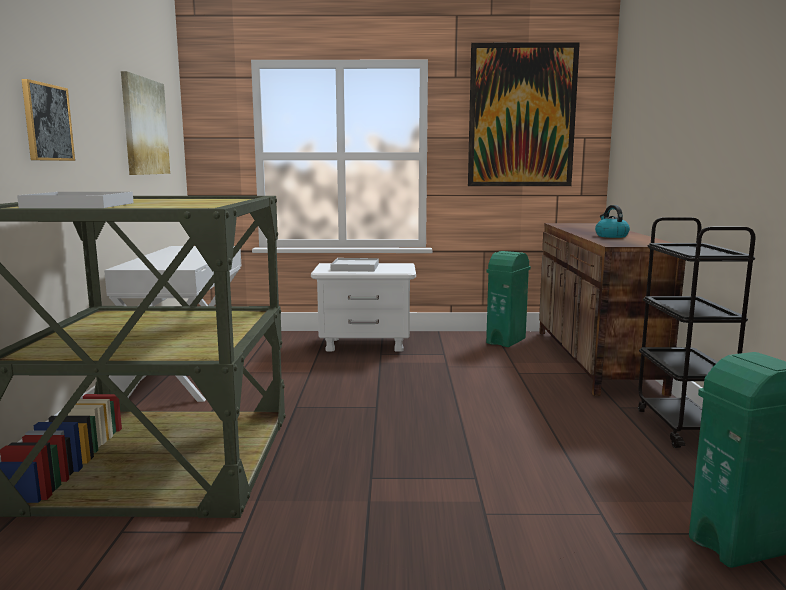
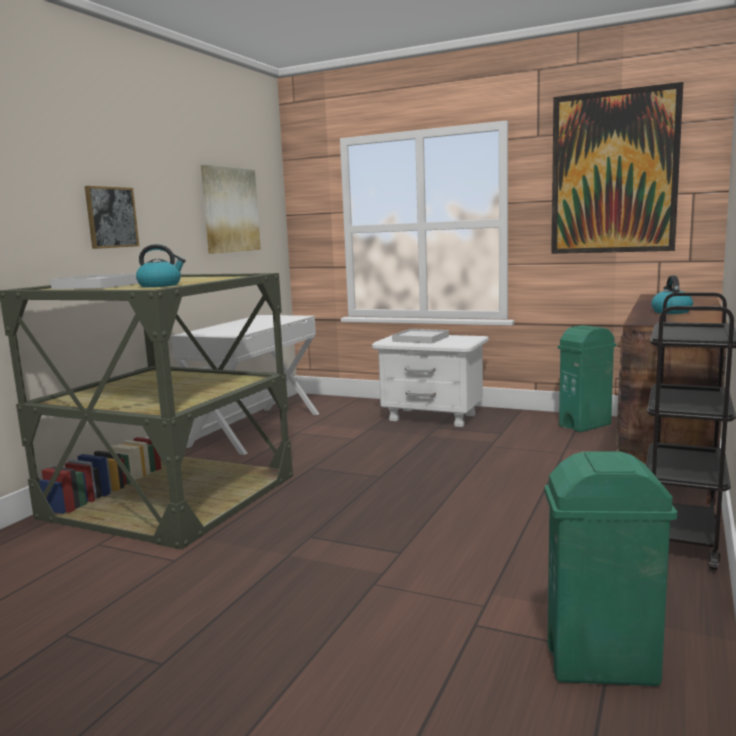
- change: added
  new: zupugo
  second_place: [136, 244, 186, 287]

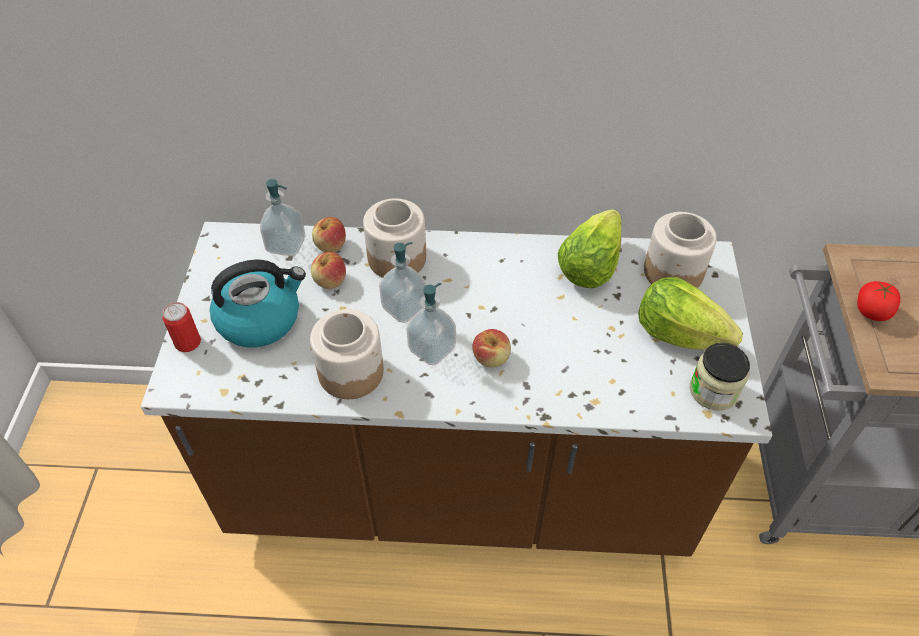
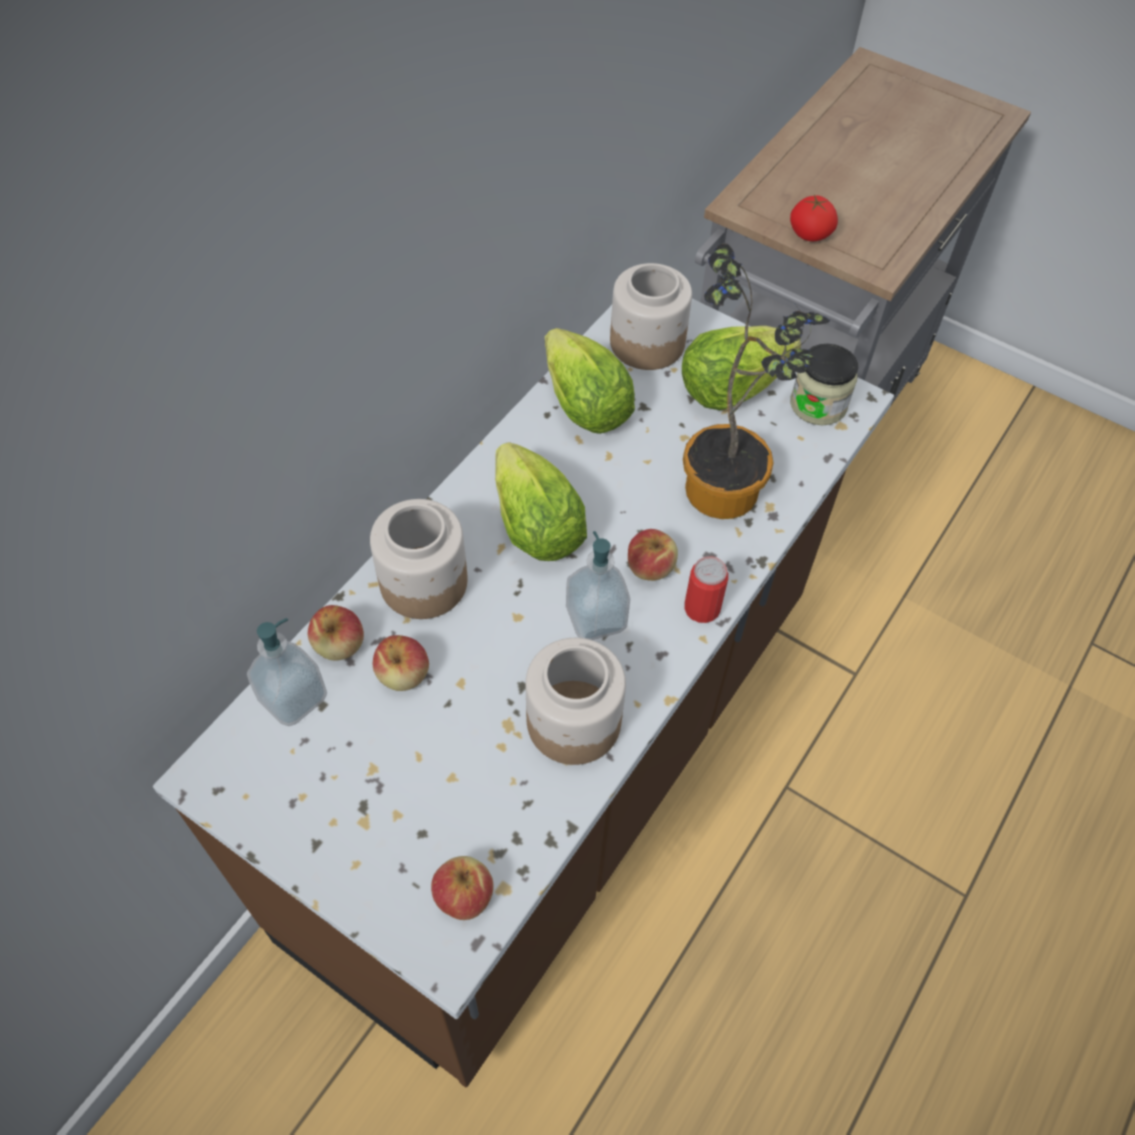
- change: removed
  old: zupugo
  first_place: [210, 259, 306, 348]
- change: removed
  old: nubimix
  first_place: [379, 242, 426, 323]
- change: added
  new: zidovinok
  second_place: [431, 856, 494, 920]
- change: added
  new: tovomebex
  second_place: [495, 442, 587, 561]
- change: added
  new: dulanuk
  second_place: [683, 243, 830, 519]
- change: moved
  old: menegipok
  first_place: [162, 302, 201, 352]
  second_place: [684, 556, 728, 623]

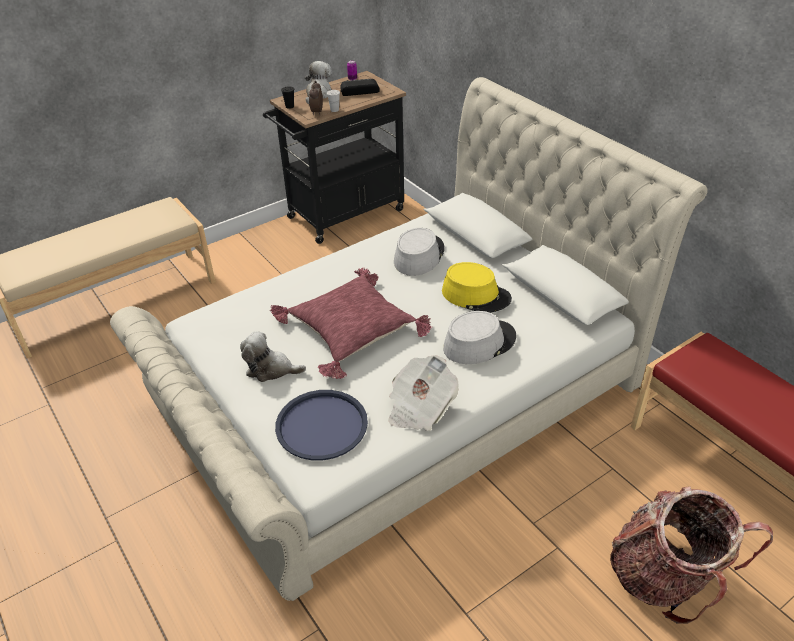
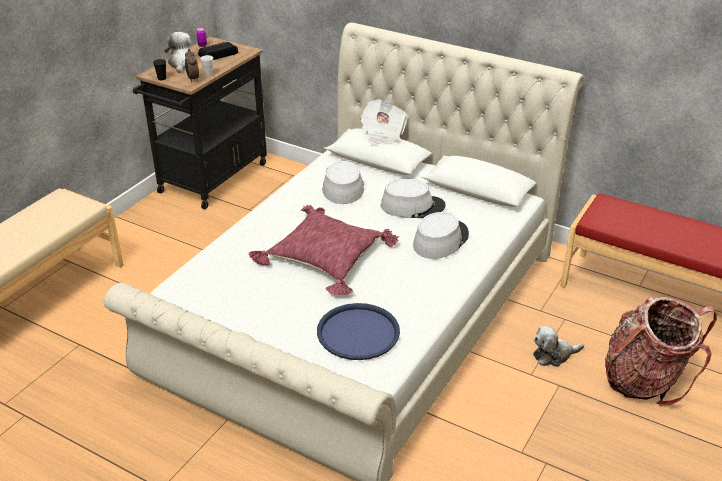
- change: moved
  old: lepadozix
  first_place: [240, 331, 306, 382]
  second_place: [533, 326, 584, 367]
- change: moved
  old: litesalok
  first_place: [388, 355, 459, 431]
  second_place: [360, 99, 409, 144]
- change: recoloured
  old: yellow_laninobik
  new: grey_laninobik
  first_place: [442, 262, 512, 313]
  second_place: [381, 179, 446, 218]

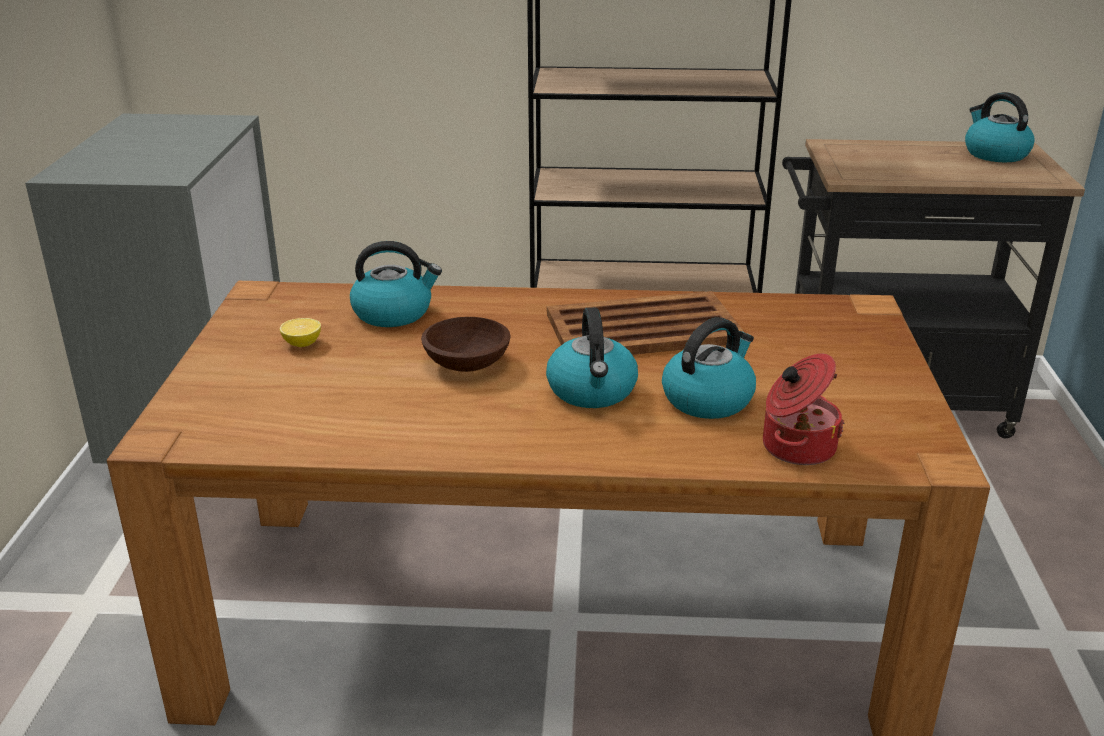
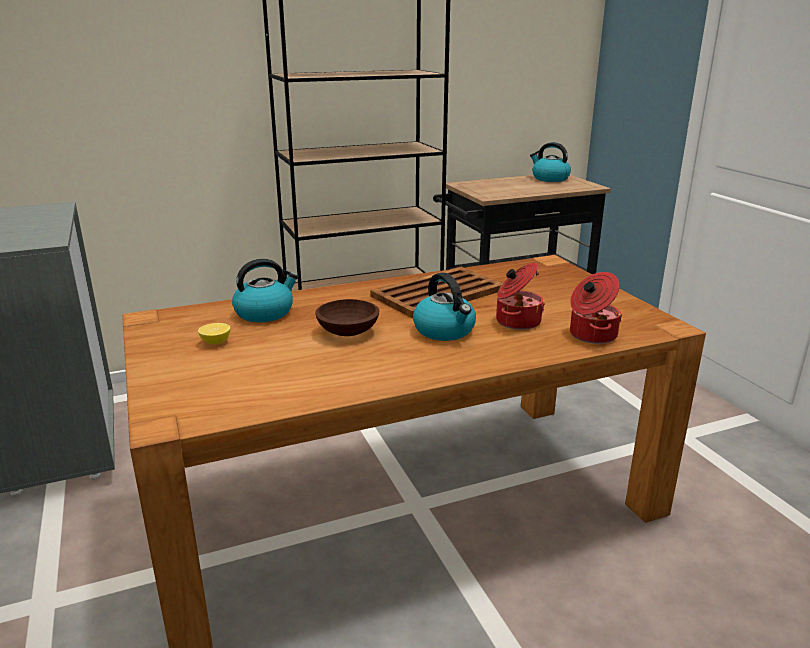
- change: replaced
  old: zupugo
  new: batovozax
  first_place: [662, 317, 756, 419]
  second_place: [496, 263, 545, 330]

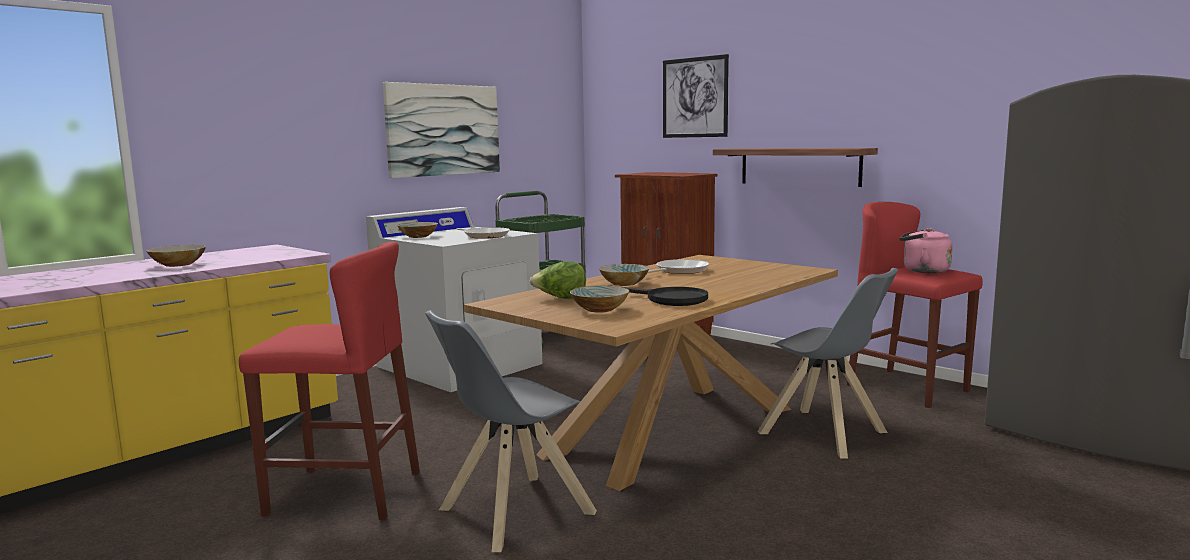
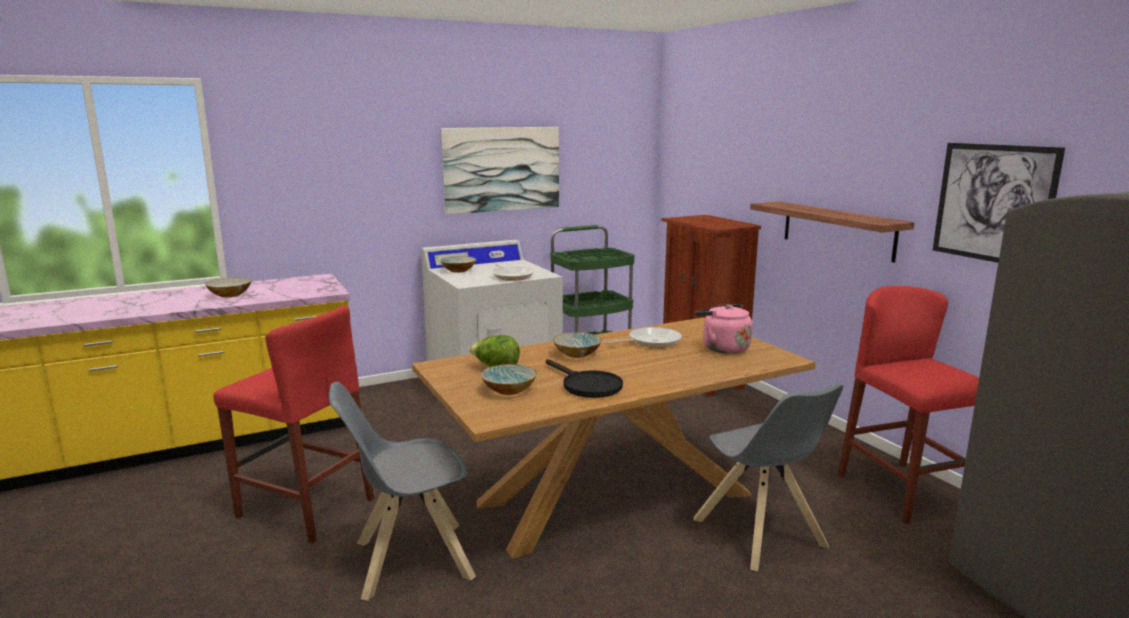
- change: moved
  old: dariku
  first_place: [663, 54, 729, 138]
  second_place: [933, 143, 1065, 263]
- change: moved
  old: pink_zupugo
  first_place: [900, 228, 953, 273]
  second_place: [695, 304, 752, 354]

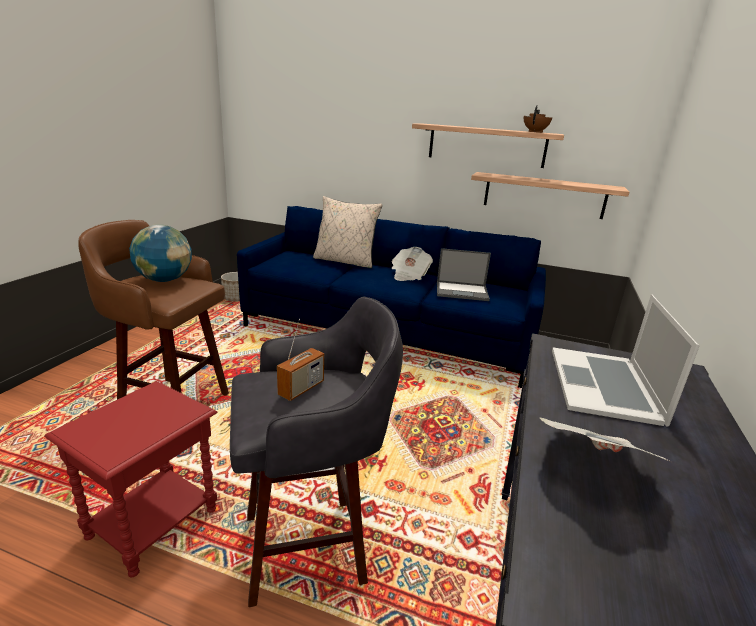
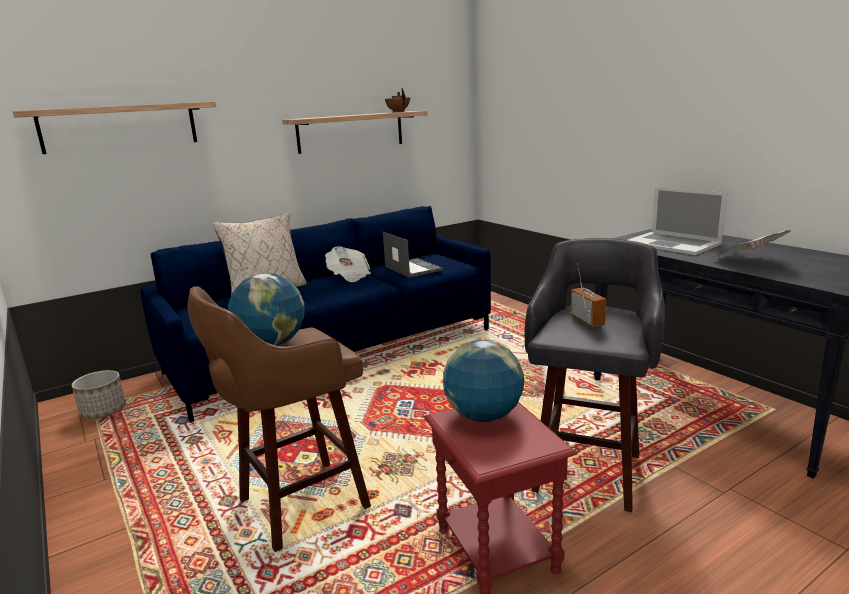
- change: added
  new: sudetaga
  second_place: [443, 340, 524, 422]
- change: moved
  old: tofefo
  first_place: [471, 172, 630, 219]
  second_place: [13, 102, 216, 154]
- change: turned
  old: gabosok
  first_place: [437, 248, 491, 301]
  second_place: [383, 232, 443, 278]
  degrees: -75

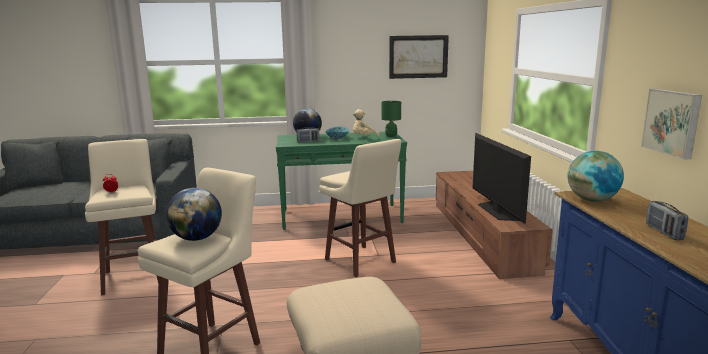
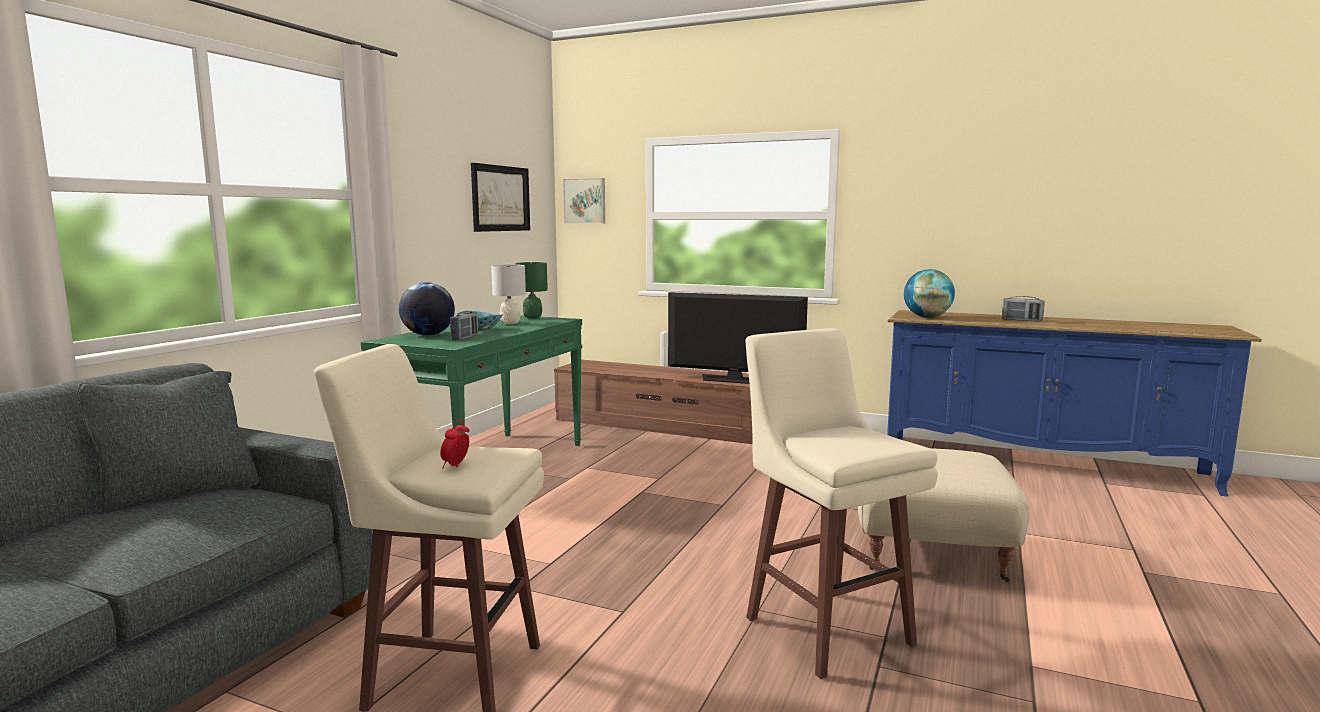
- change: removed
  old: sudetaga
  first_place: [166, 188, 222, 241]
- change: removed
  old: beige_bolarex
  first_place: [319, 139, 402, 277]
- change: moved
  old: dariku
  first_place: [641, 89, 702, 160]
  second_place: [563, 178, 605, 224]
- change: replaced
  old: beige_lepadozix
  new: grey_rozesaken
  first_place: [353, 109, 380, 137]
  second_place: [491, 265, 526, 324]

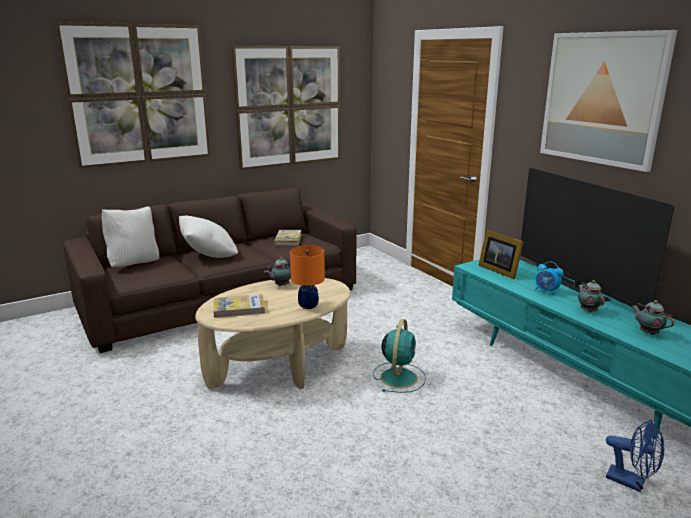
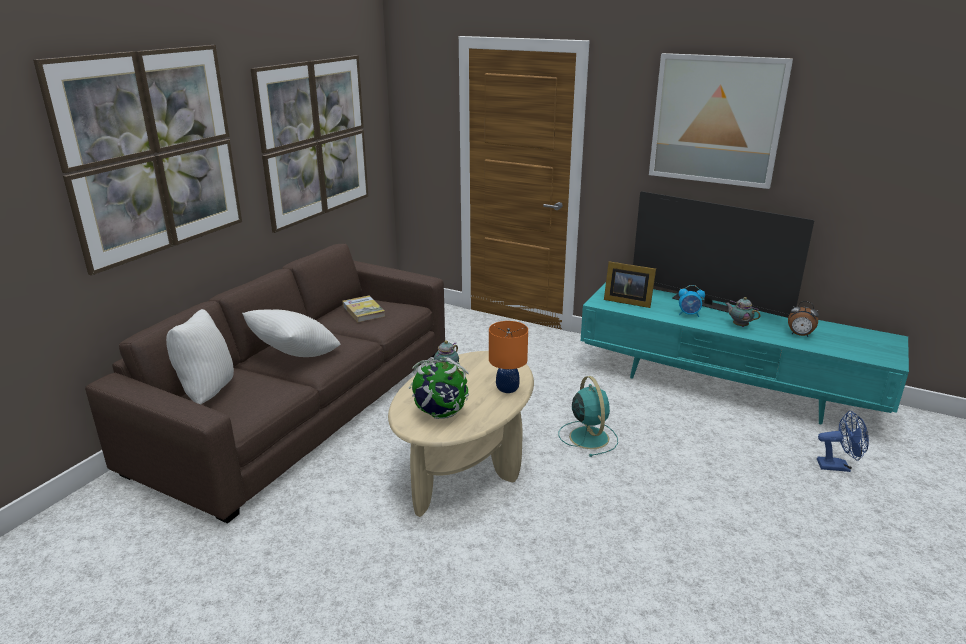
- change: replaced
  old: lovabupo
  new: sudetaga
  first_place: [213, 294, 265, 318]
  second_place: [409, 357, 469, 419]
- change: replaced
  old: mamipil
  new: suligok
  first_place: [631, 300, 674, 335]
  second_place: [788, 301, 819, 337]

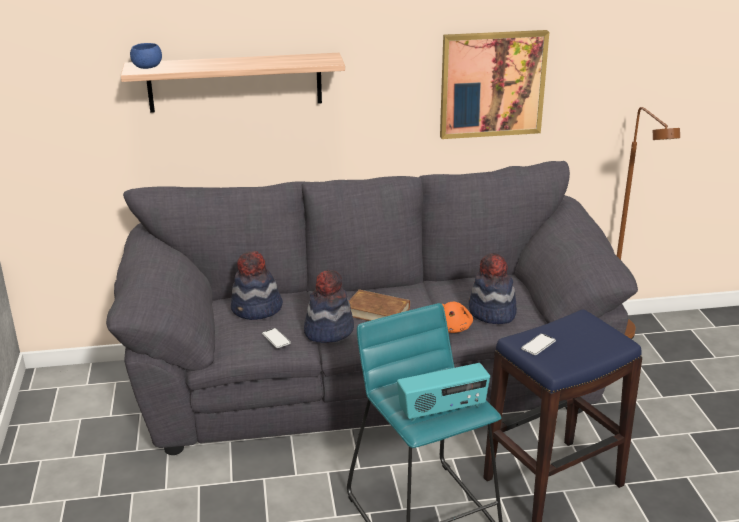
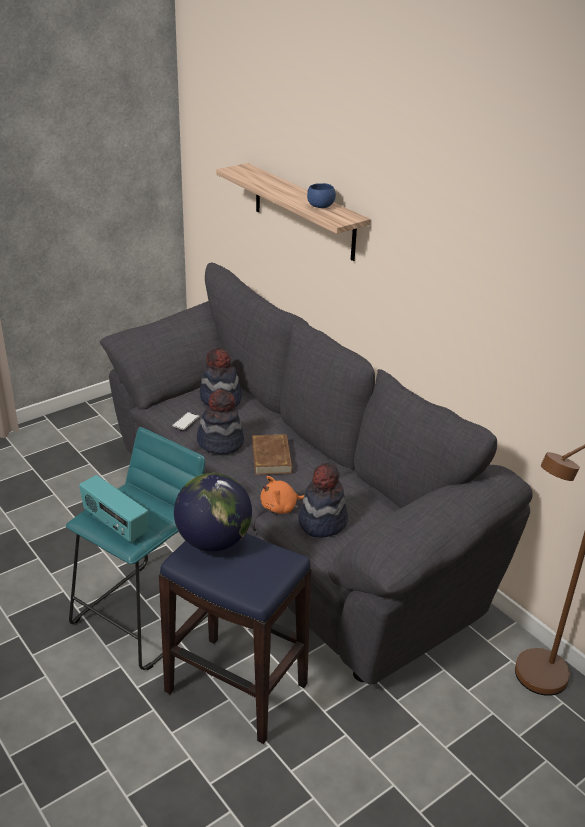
- change: removed
  old: dariku
  first_place: [440, 30, 549, 139]
- change: moved
  old: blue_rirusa
  first_place: [130, 43, 162, 69]
  second_place: [307, 183, 336, 208]
- change: replaced
  old: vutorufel
  new: sudetaga
  first_place: [521, 334, 556, 355]
  second_place: [174, 473, 252, 551]

